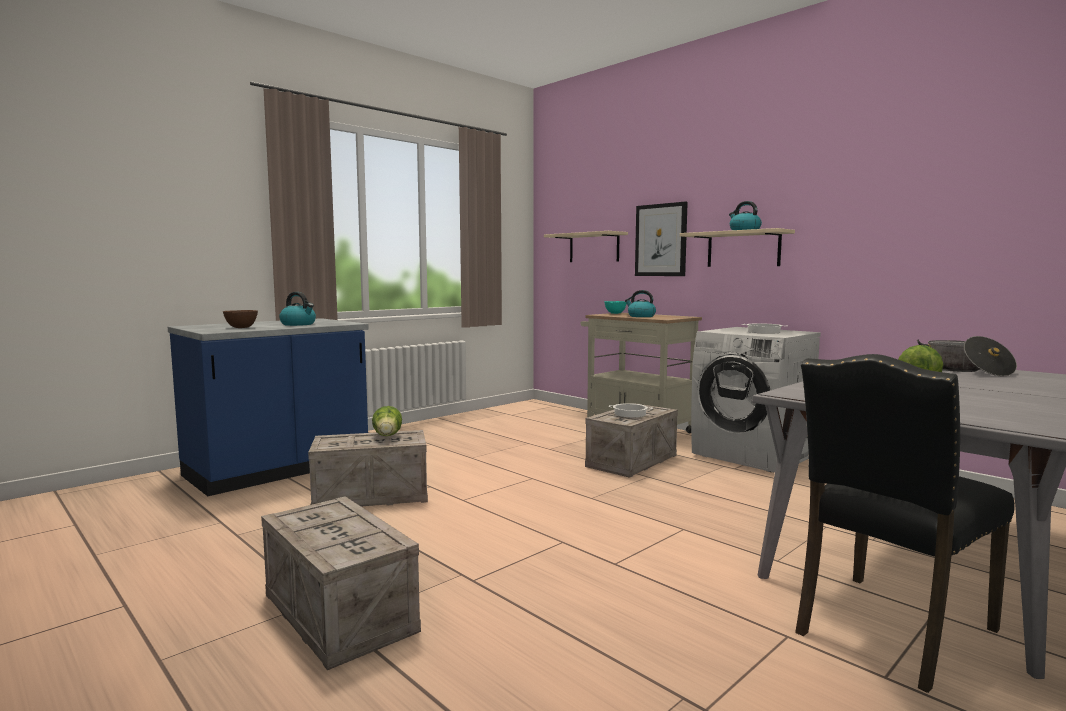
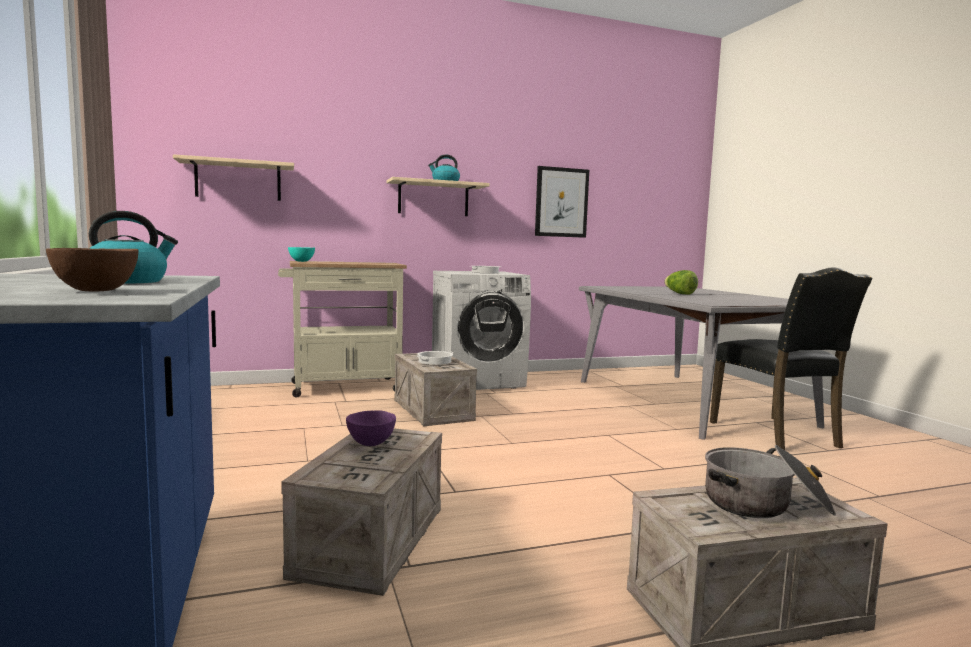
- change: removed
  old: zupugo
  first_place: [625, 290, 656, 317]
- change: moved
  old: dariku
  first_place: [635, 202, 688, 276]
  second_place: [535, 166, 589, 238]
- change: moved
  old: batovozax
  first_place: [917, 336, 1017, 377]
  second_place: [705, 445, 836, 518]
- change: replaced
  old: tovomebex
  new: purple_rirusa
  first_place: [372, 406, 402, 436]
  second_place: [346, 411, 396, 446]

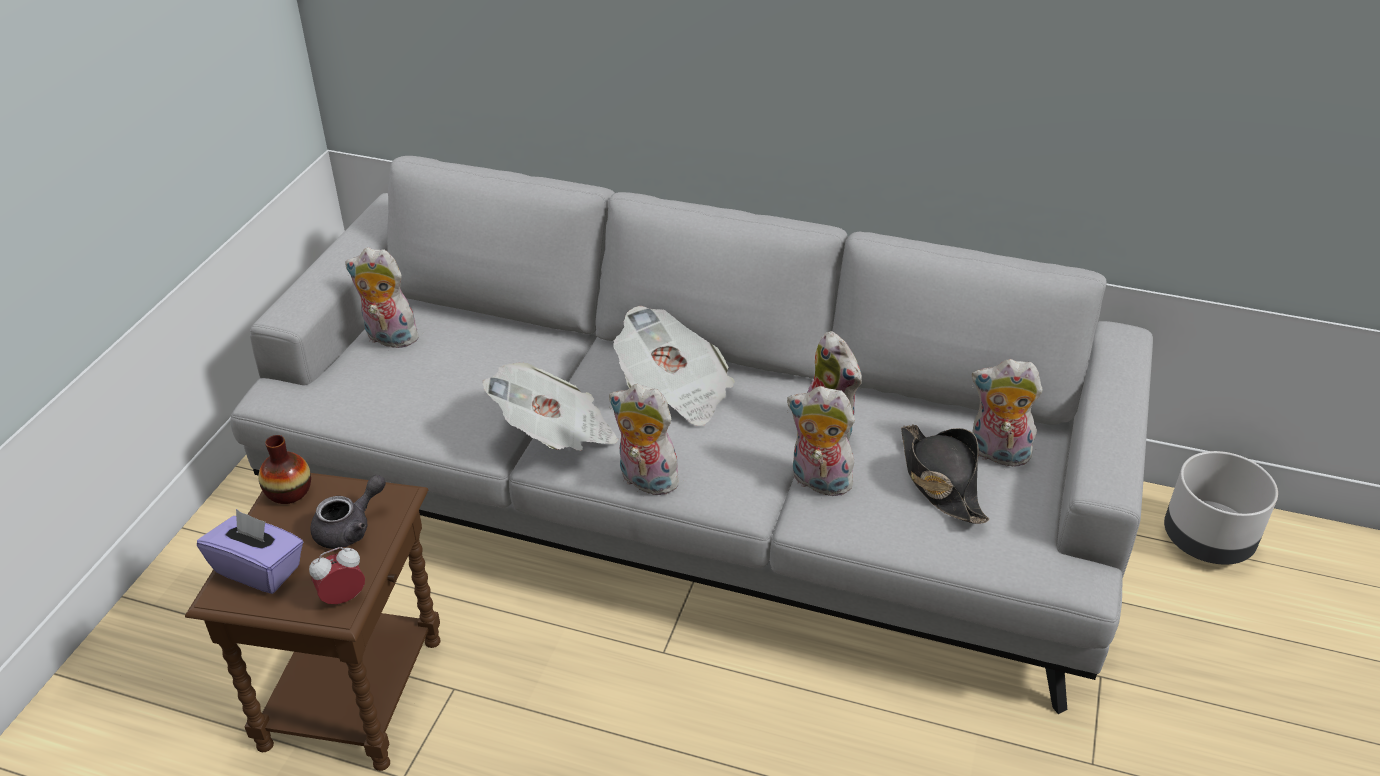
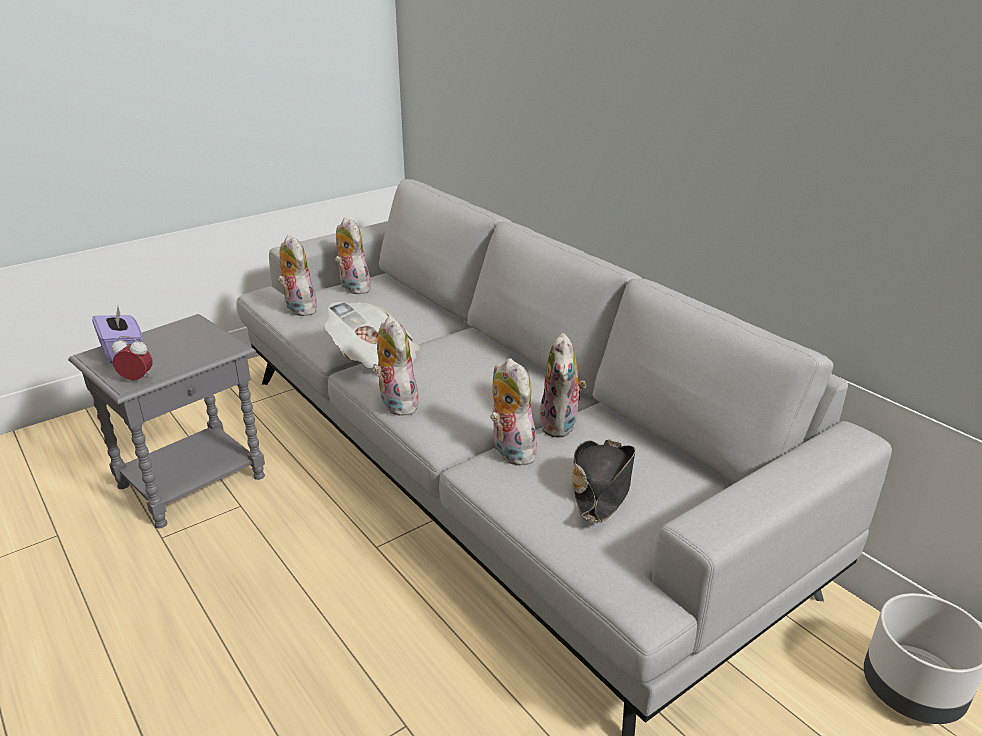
- change: removed
  old: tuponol
  first_place: [259, 435, 311, 504]
- change: removed
  old: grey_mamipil
  first_place: [311, 475, 386, 549]
- change: removed
  old: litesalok
  first_place: [613, 306, 735, 426]
- change: moved
  old: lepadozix
  first_place: [972, 359, 1043, 467]
  second_place: [278, 235, 319, 316]
- change: recoloured
  old: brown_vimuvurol
  new: grey_vimuvurol
  first_place: [185, 473, 441, 771]
  second_place: [68, 314, 265, 528]

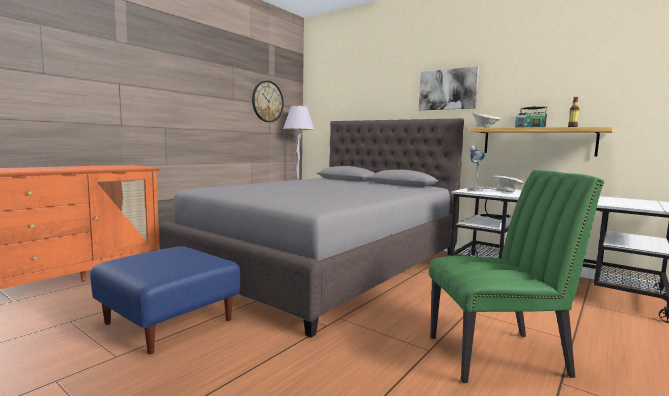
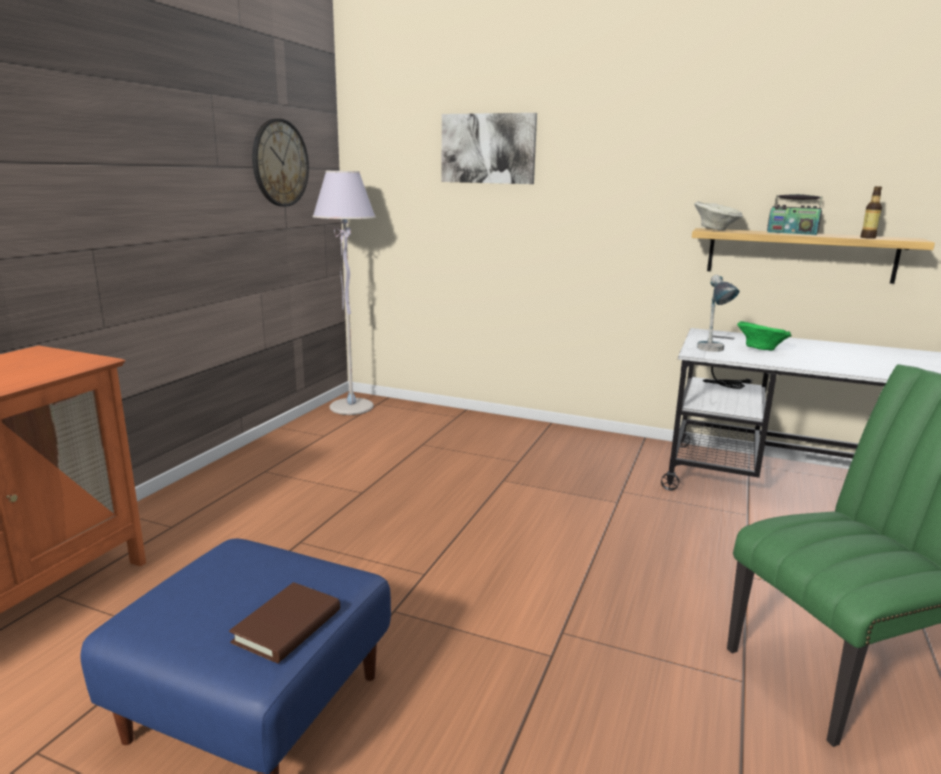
- change: removed
  old: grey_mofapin
  first_place: [159, 118, 464, 338]
- change: added
  new: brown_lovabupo
  second_place: [229, 582, 340, 663]
- change: moved
  old: dariku
  first_place: [419, 66, 479, 110]
  second_place: [441, 113, 537, 184]
- change: recoloured
  old: beige_rirusa
  new: green_rirusa
  first_place: [491, 175, 523, 192]
  second_place: [737, 321, 791, 351]

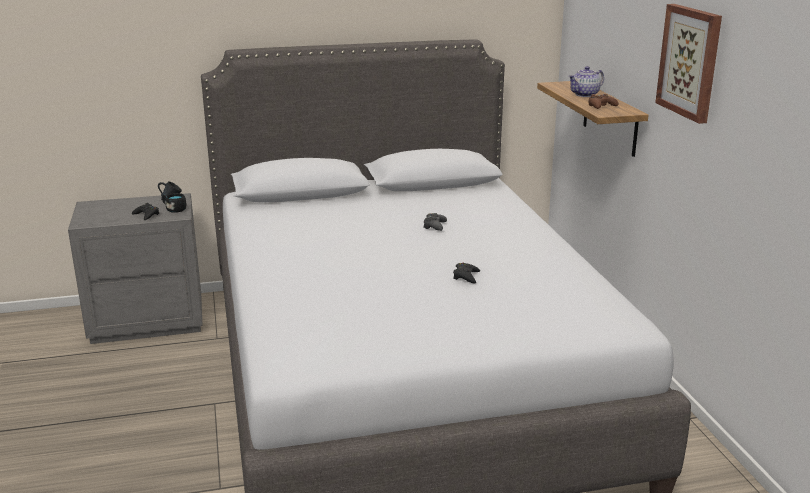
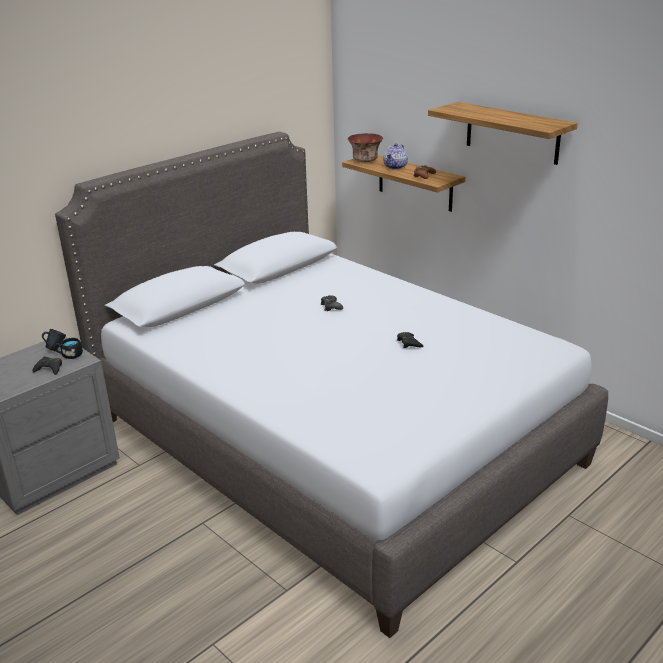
- change: added
  new: rirusa
  second_place: [348, 133, 383, 162]
- change: replaced
  old: dariku
  new: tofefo
  first_place: [655, 4, 722, 124]
  second_place: [428, 102, 578, 165]

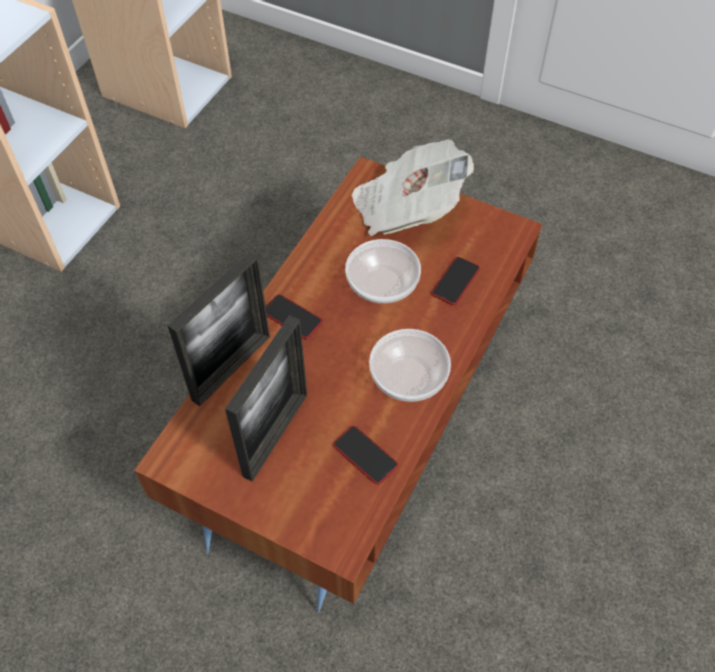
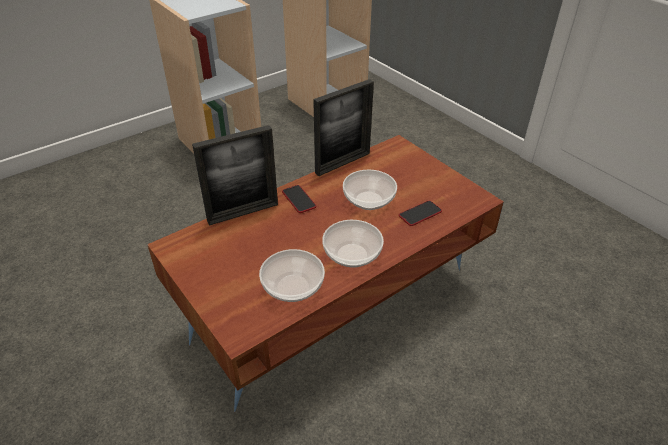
- change: removed
  old: litesalok
  first_place: [351, 139, 474, 236]
- change: moved
  old: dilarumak
  first_place: [225, 315, 307, 482]
  second_place: [313, 79, 374, 176]
- change: replaced
  old: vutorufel
  new: rirusa
  first_place: [333, 426, 398, 485]
  second_place: [259, 249, 325, 302]

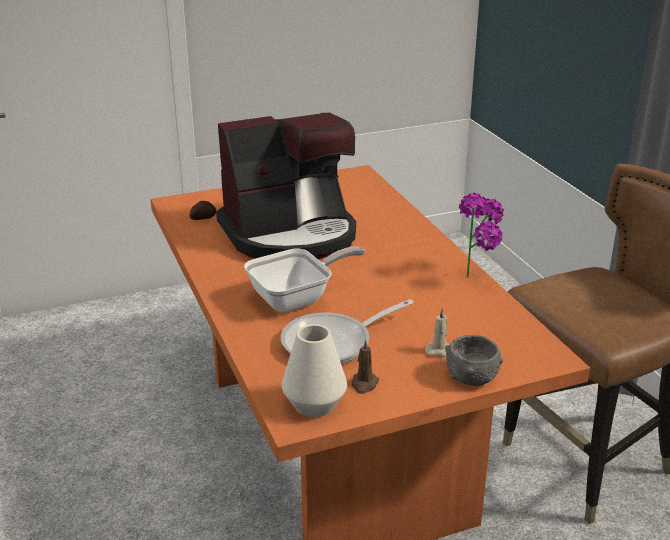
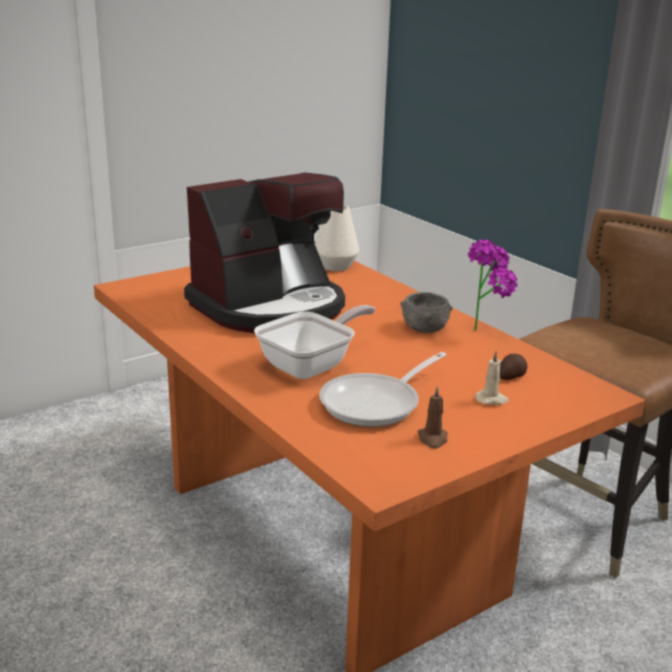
- change: moved
  old: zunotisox
  first_place: [190, 201, 217, 220]
  second_place: [500, 354, 528, 380]
- change: moved
  old: white_tuponol
  first_place: [282, 324, 347, 417]
  second_place: [315, 205, 359, 271]
- change: moved
  old: grey_rirusa
  first_place: [445, 335, 503, 386]
  second_place: [400, 292, 452, 333]

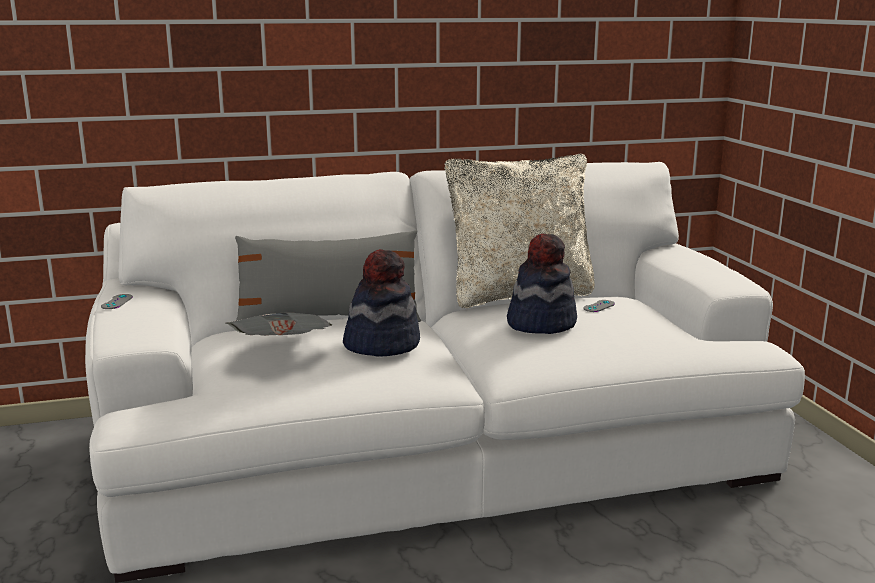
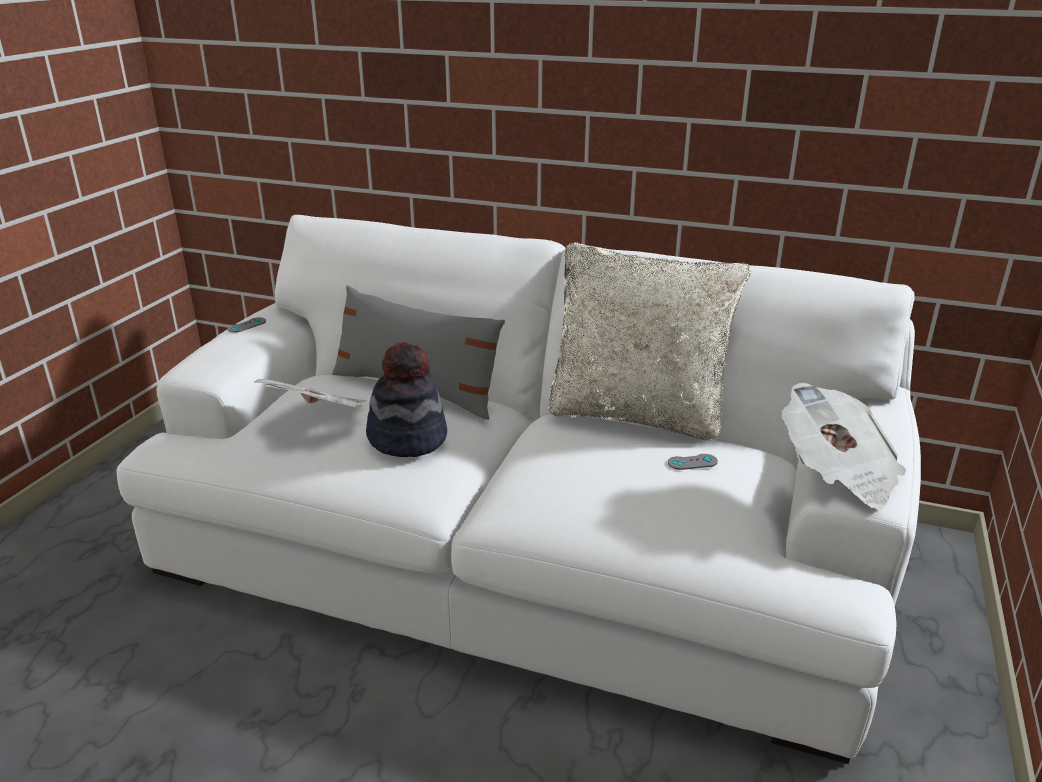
- change: removed
  old: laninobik
  first_place: [507, 234, 577, 334]
- change: added
  new: litesalok
  second_place: [782, 383, 906, 510]

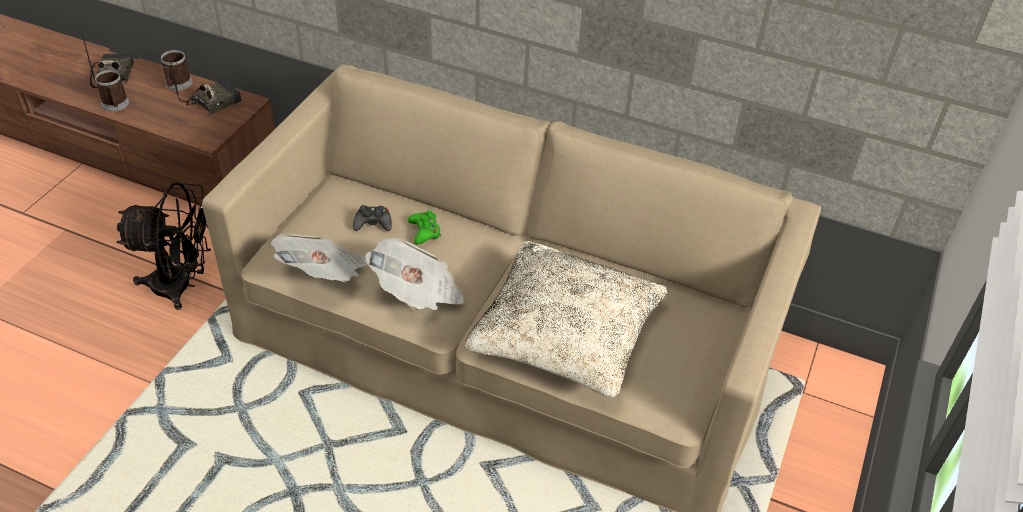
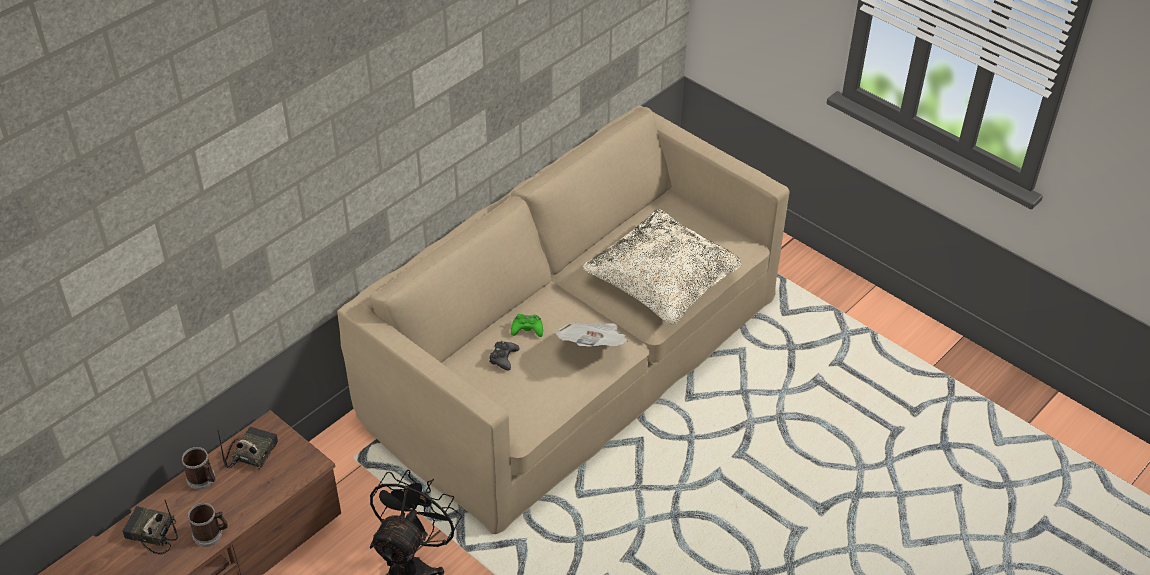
- change: removed
  old: litesalok
  first_place: [271, 234, 368, 282]
- change: turned
  old: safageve
  first_place: [169, 54, 242, 116]
  second_place: [217, 427, 278, 470]
  degrees: 45

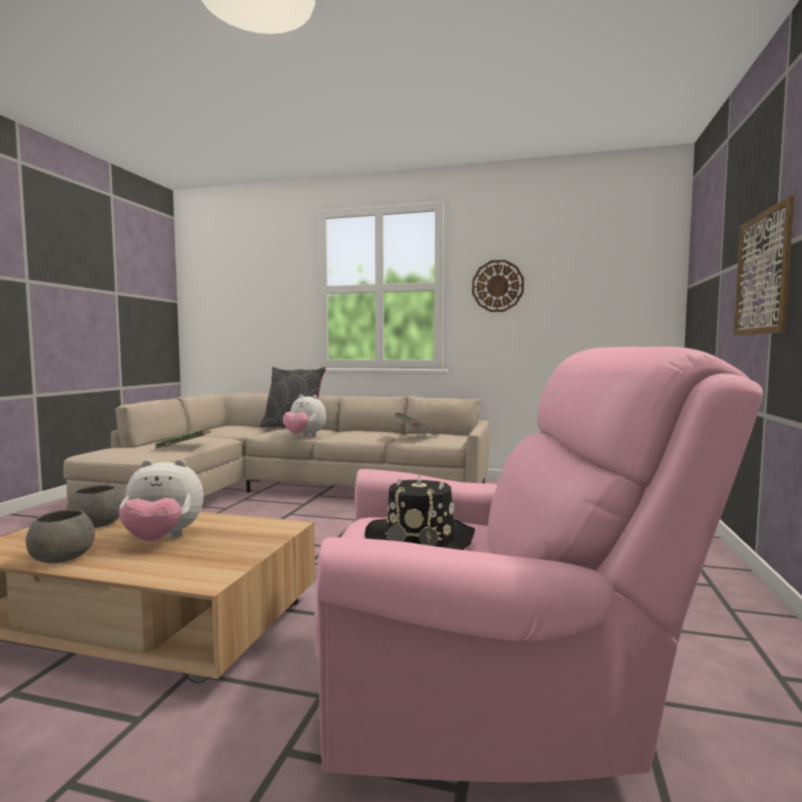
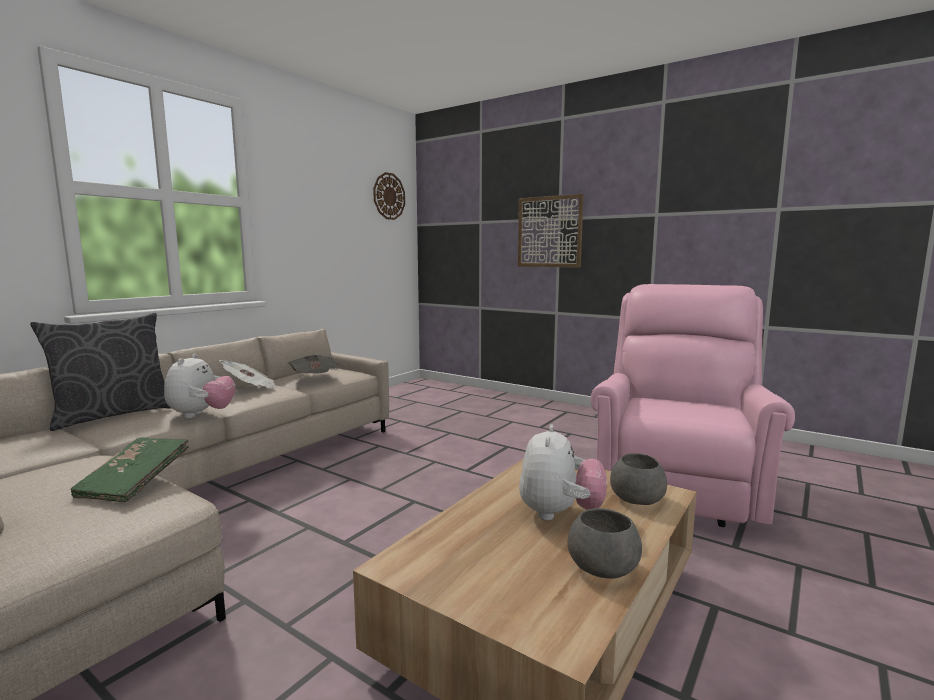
- change: removed
  old: black_laninobik
  first_place: [365, 475, 475, 550]
- change: added
  new: litesalok
  second_place: [219, 360, 278, 390]
- change: moved
  old: grey_rirusa
  first_place: [66, 485, 123, 528]
  second_place: [610, 453, 667, 505]
- change: moved
  old: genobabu
  first_place: [472, 260, 524, 312]
  second_place: [373, 172, 405, 220]
- change: turned
  old: lepadozix
  first_place: [283, 394, 326, 436]
  second_place: [164, 354, 235, 418]
  degrees: -45

